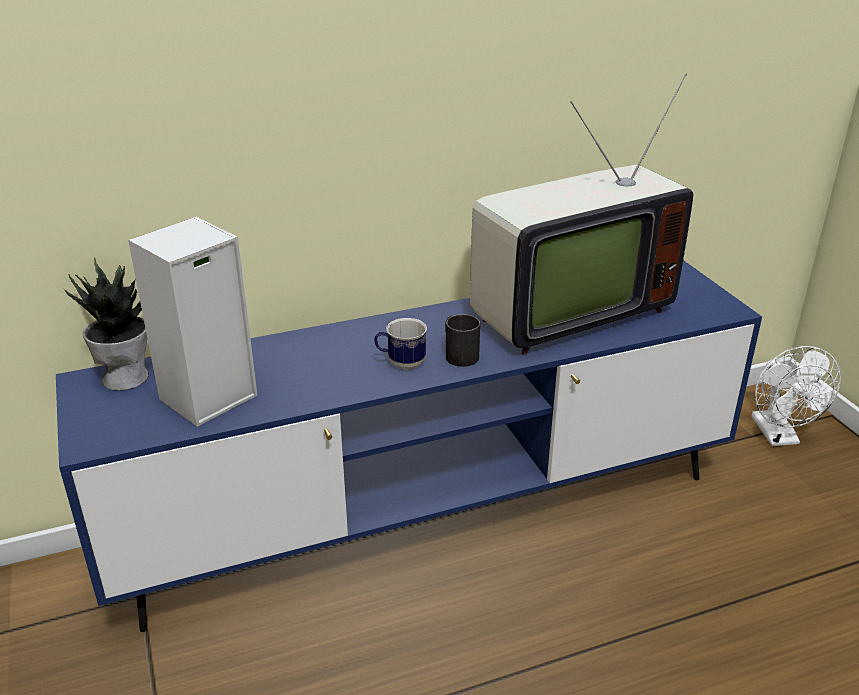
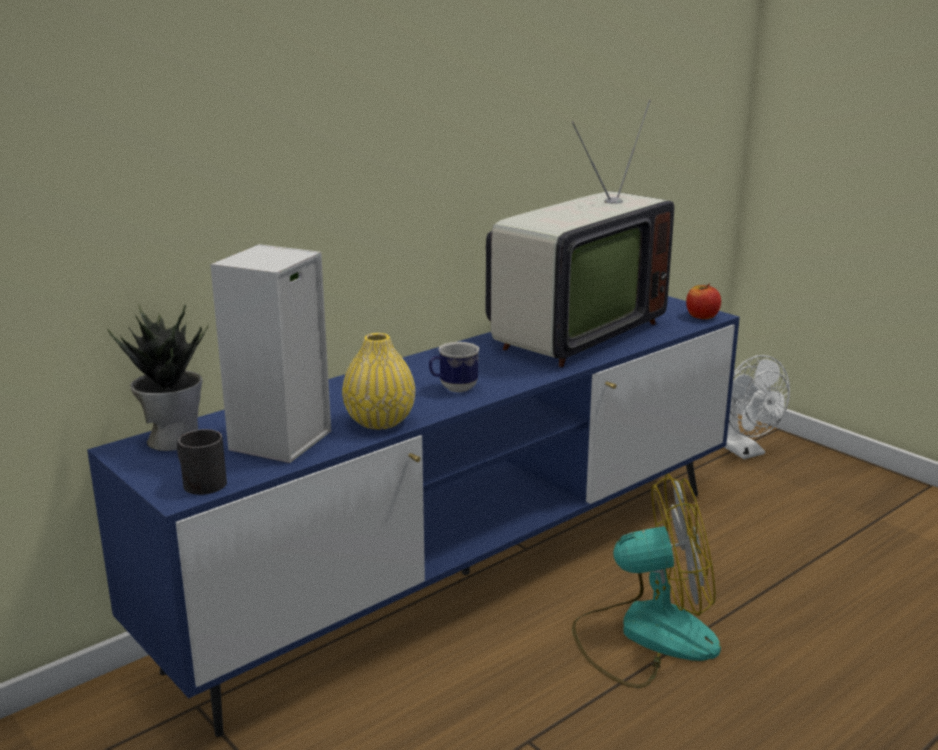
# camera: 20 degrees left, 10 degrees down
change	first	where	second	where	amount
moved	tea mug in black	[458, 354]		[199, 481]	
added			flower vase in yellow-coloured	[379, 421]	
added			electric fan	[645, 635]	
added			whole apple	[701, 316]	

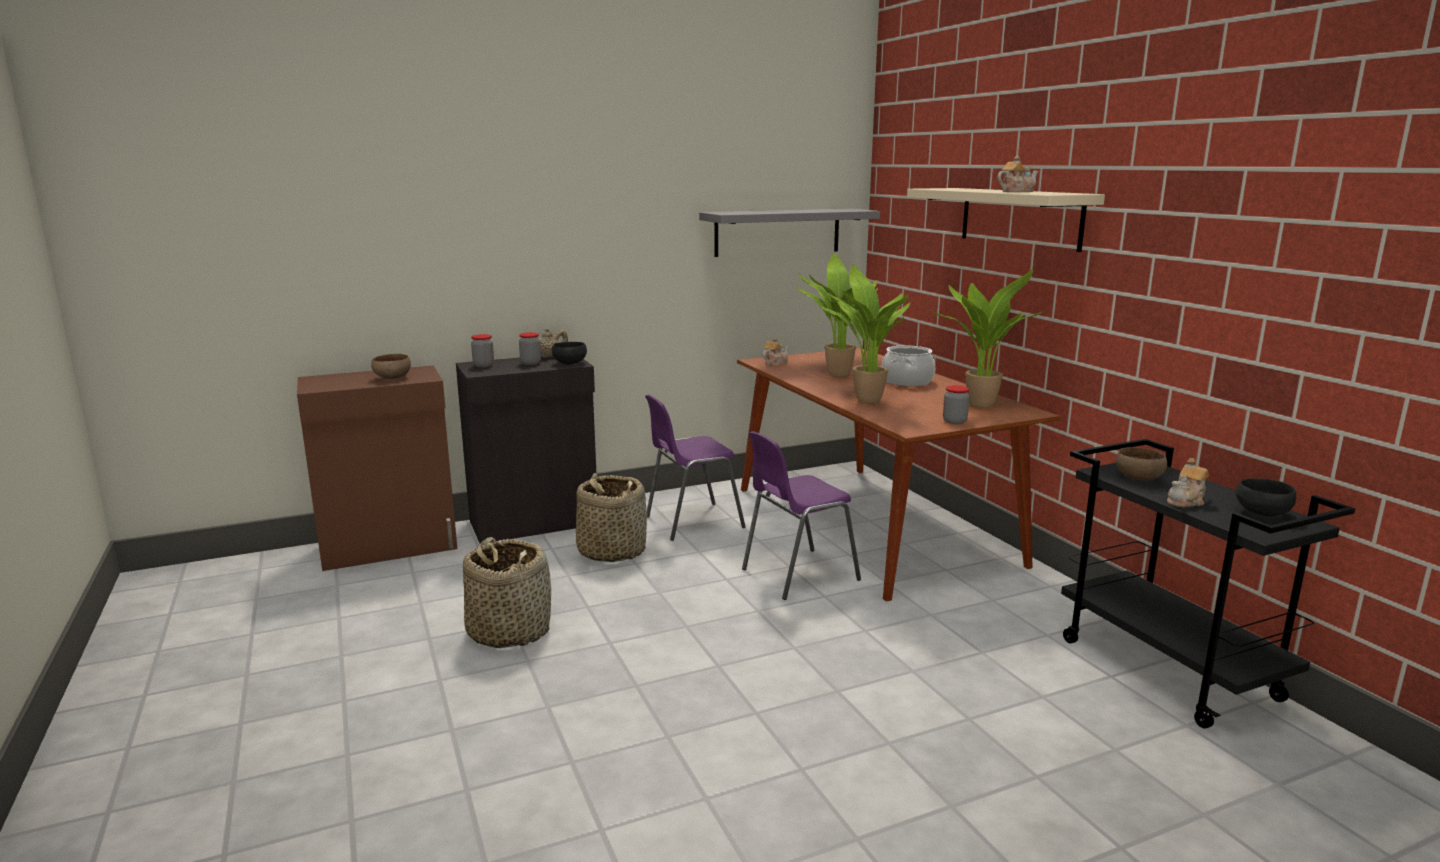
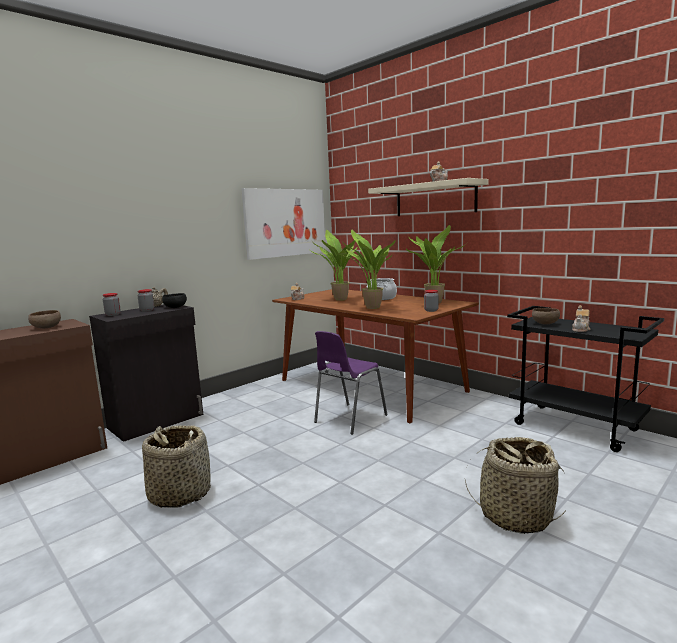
# camera: 20 degrees left, 5 degrees down
change	first	where	second	where	amount
moved	basket	[611, 551]		[515, 516]	
removed	upright chair in purple	[691, 522]			
replaced	bracket shelf in grey	[777, 232]	wall picture	[285, 222]	
removed	serving bowl in black	[1261, 513]			

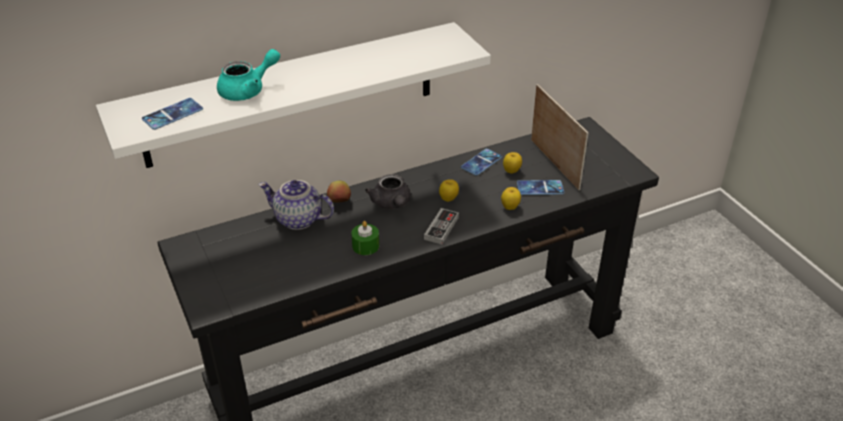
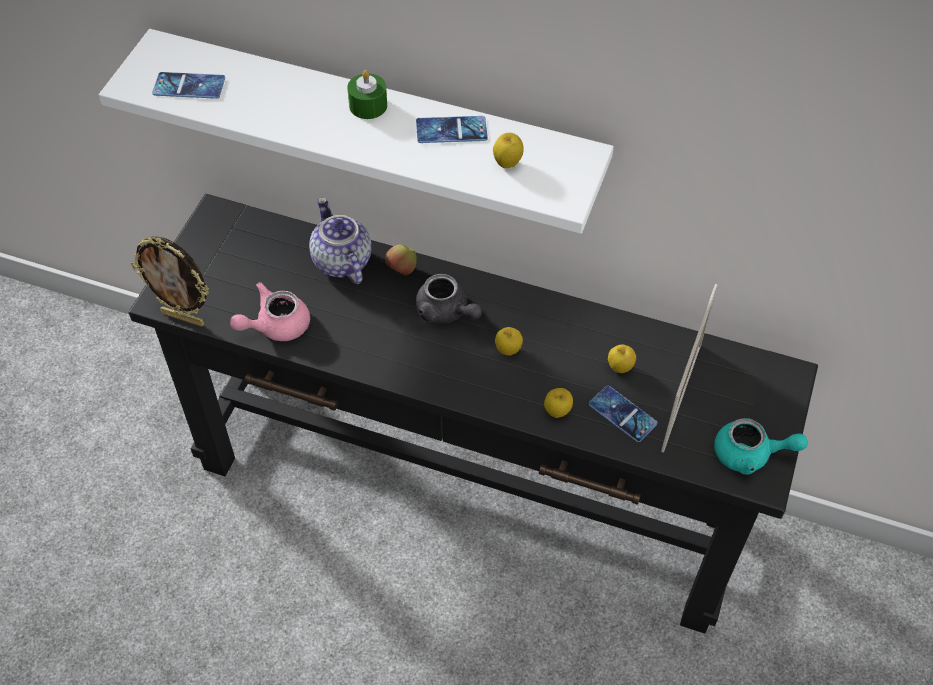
# camera: 45 degrees right, 15 degrees up
change	first	where	second	where	amount
moved	pot for tea in turquoise	[248, 90]		[750, 455]	
moved	wax light in green	[365, 246]		[368, 105]	
turned	pot for tea in grey	[392, 204]		[446, 312]	75 degrees counterclockwise
removed	game controller	[441, 228]			
moved	phone	[481, 162]		[451, 130]	
added			standing frame	[184, 317]	
added			pot for tea in pink-coloured	[275, 326]	
added			whole apple	[507, 163]	

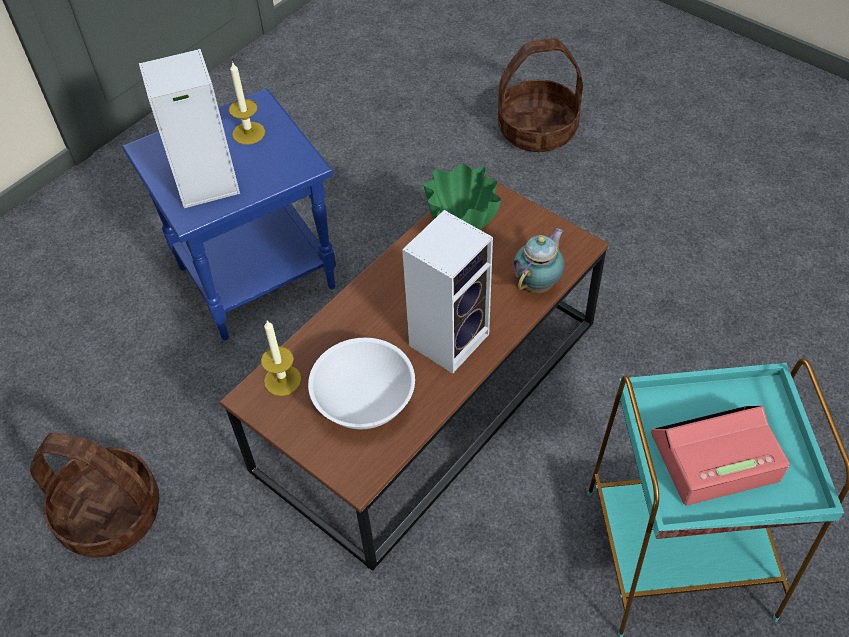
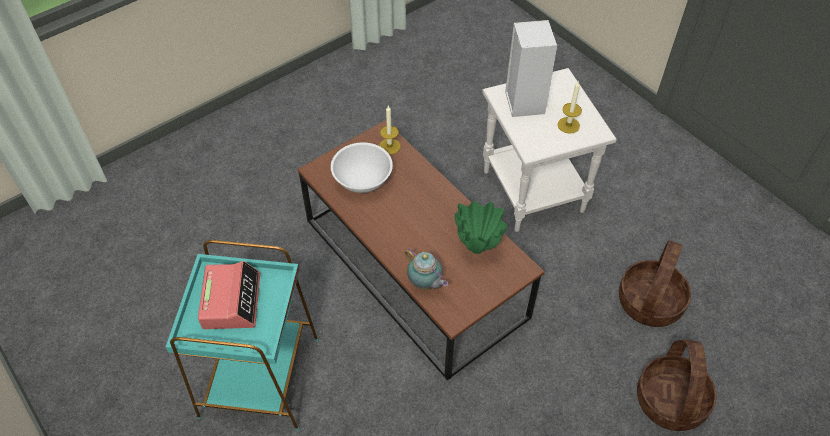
# camera: 100 degrees right, 0 degrees up
change	first	where	second	where	amount
moved	basket	[109, 514]		[649, 301]	
recoloured	accent table in blue	[257, 275]	accent table in whitish	[535, 192]	
removed	speaker	[450, 337]			

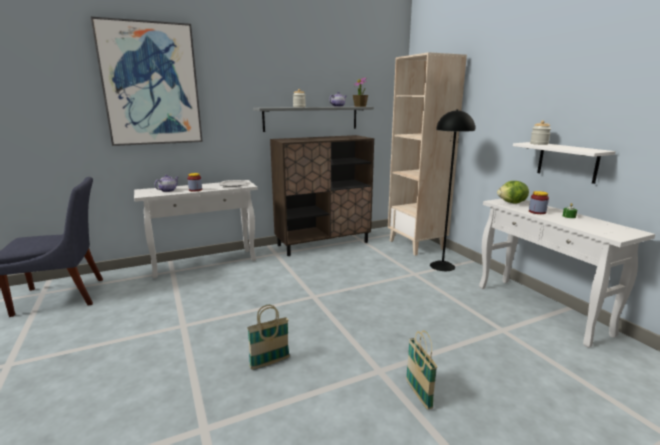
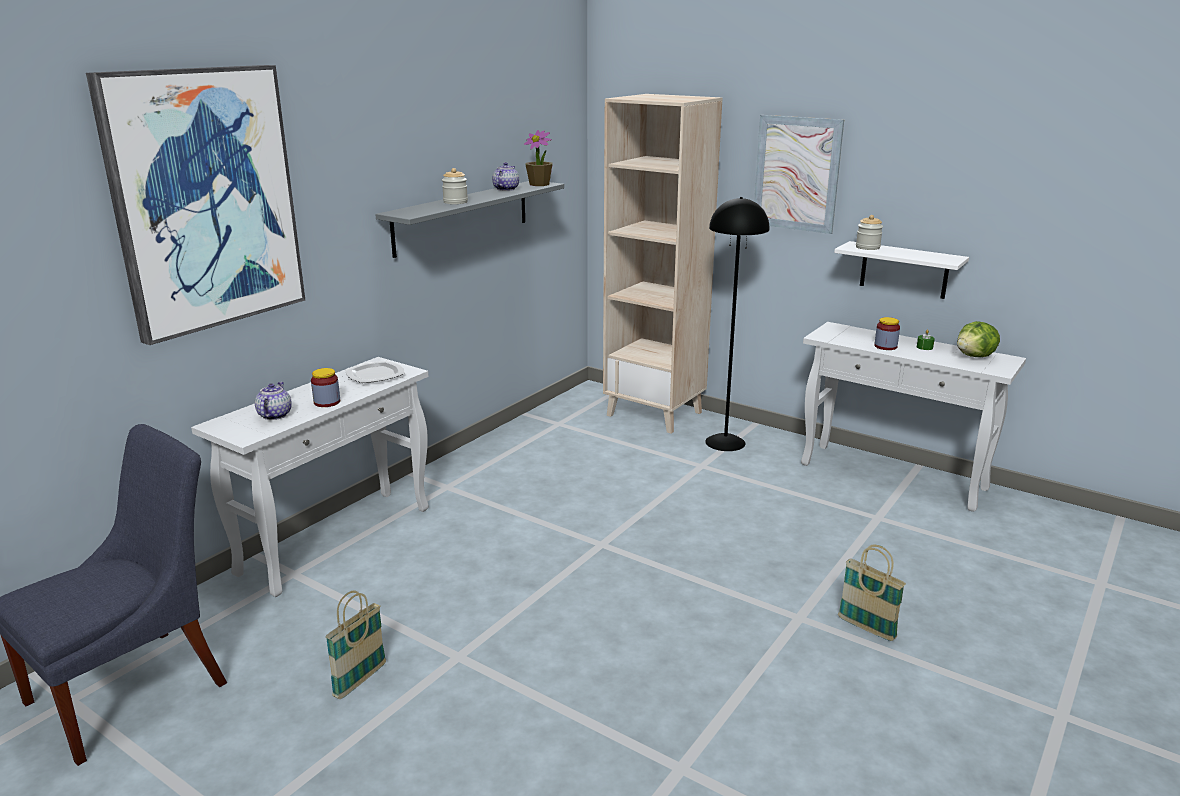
# camera: 30 degrees left, 5 degrees up
change	first	where	second	where	amount
moved	basket	[270, 363]		[360, 680]	
removed	cupboard in brownish	[323, 243]			
moved	head of lettuce	[512, 203]		[975, 356]	
added			wall picture	[796, 174]	

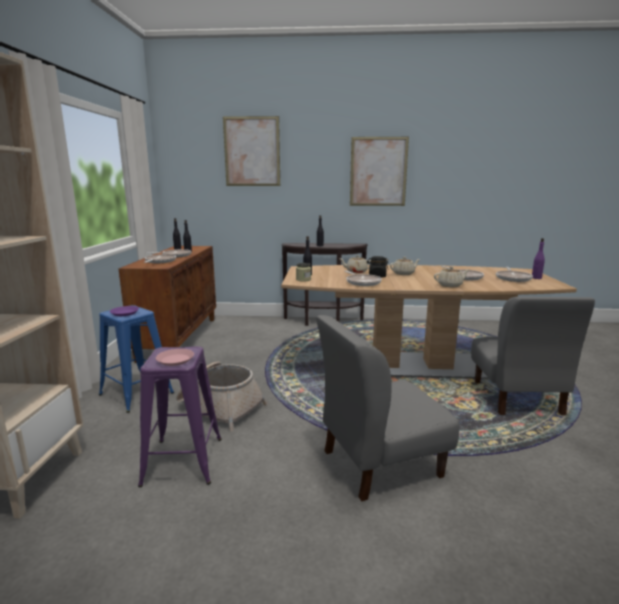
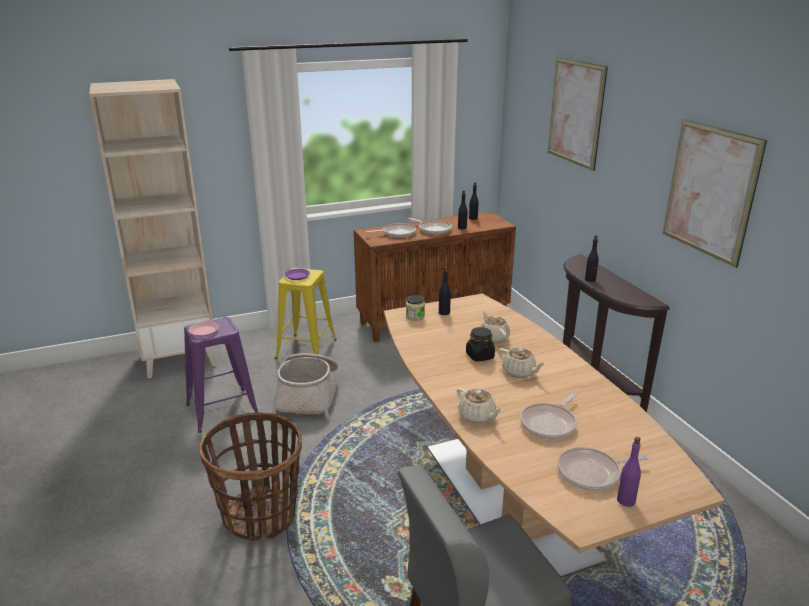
# camera: 65 degrees right, 10 degrees up
change	first	where	second	where	amount
recoloured	stool seat in blue	[136, 394]	stool seat in yellow-coloured	[306, 348]	
replaced	upright chair in grey	[380, 463]	basket	[260, 516]	
removed	frying pan	[362, 282]			

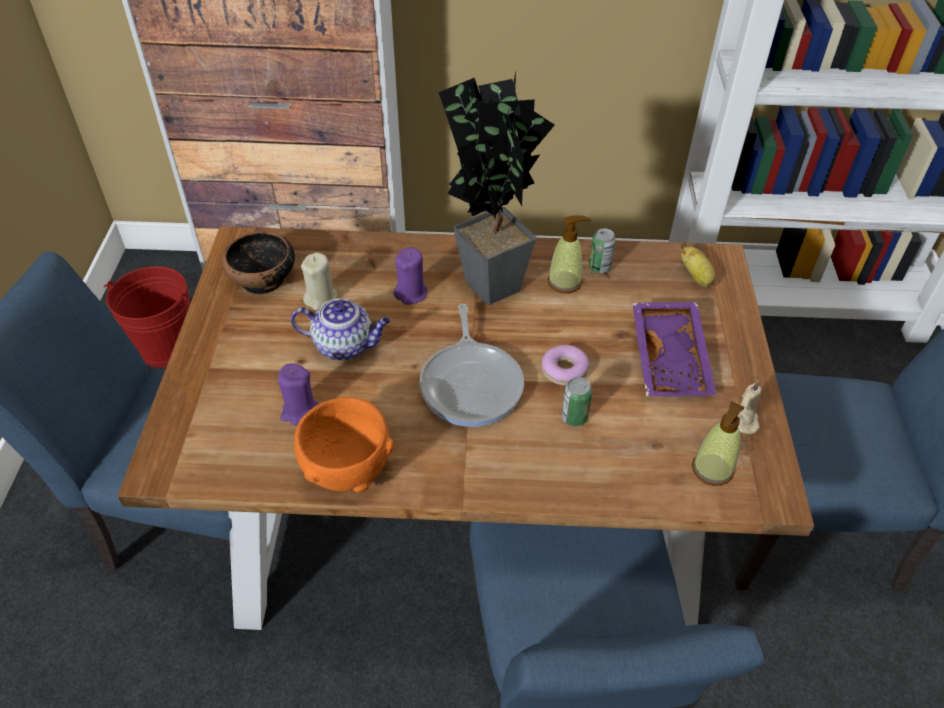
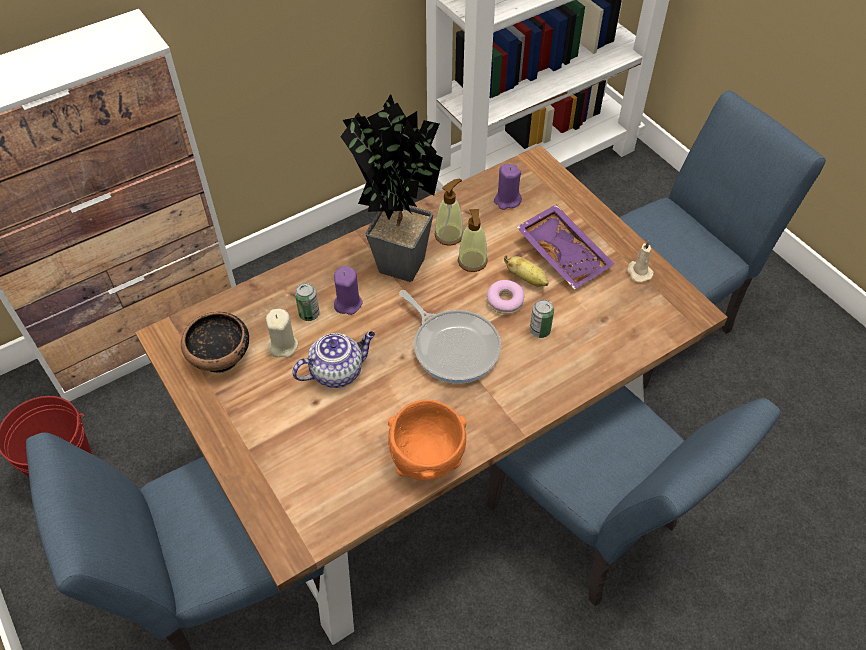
# camera: 35 degrees left, 5 degrees up
change	first	where	second	where	amount
moved	wax light in purple	[300, 412]		[507, 200]	
moved	metal can	[599, 267]		[309, 314]	
moved	banana	[696, 277]		[527, 279]	
moved	soap dispenser	[712, 469]		[472, 261]	

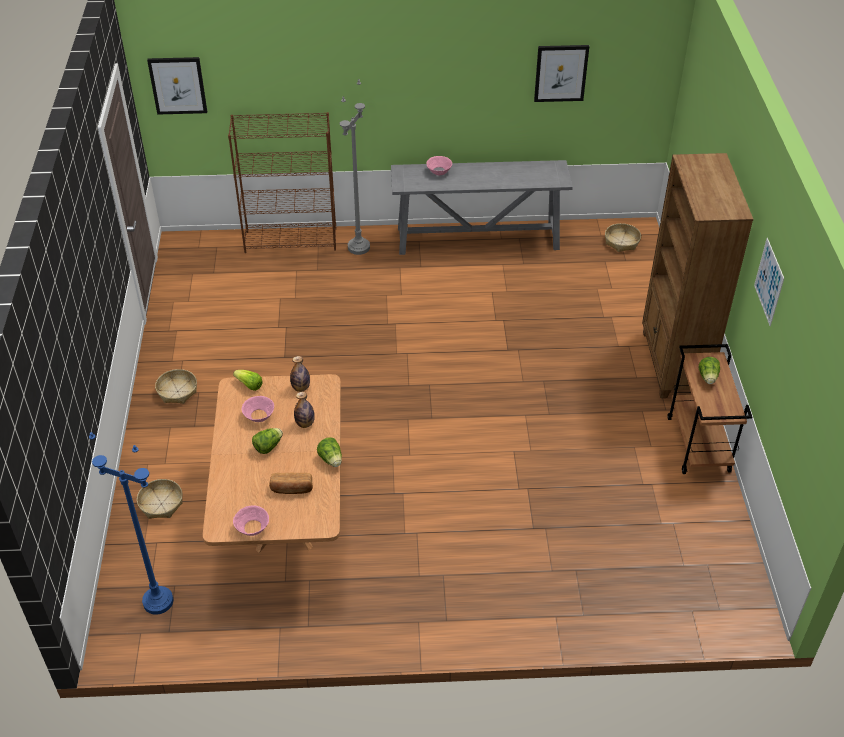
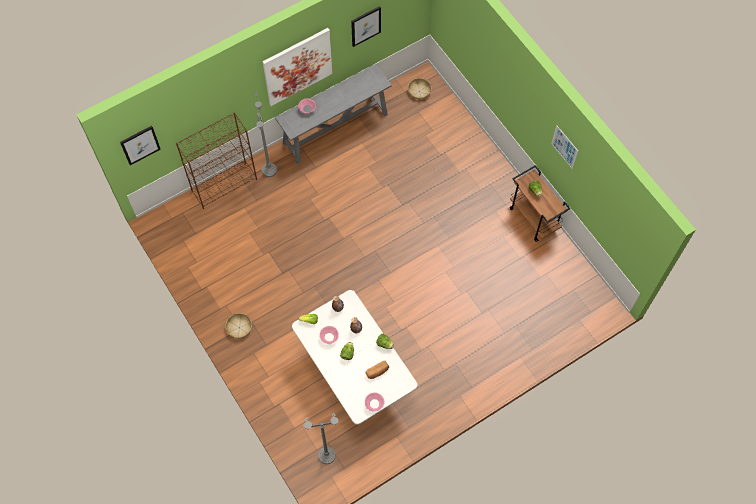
# camera: 30 degrees left, 20 degrees up
change	first	where	second	where	amount
recoloured	floor lamp in blue	[158, 601]	floor lamp in grey	[327, 455]	
removed	basket	[161, 504]			
recoloured	dinner table in brownish	[285, 517]	dinner table in whitish	[355, 374]	
removed	bookcase in brownish	[673, 364]			
added			wall picture	[297, 66]	

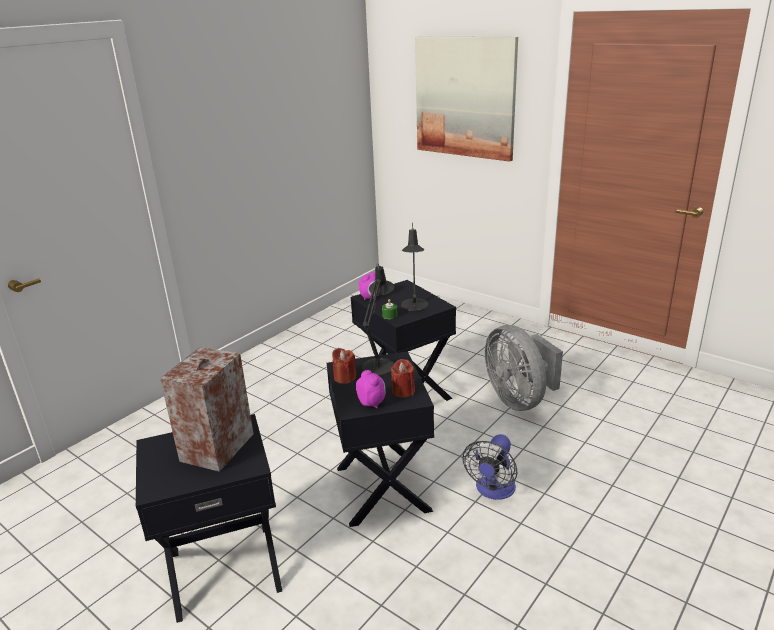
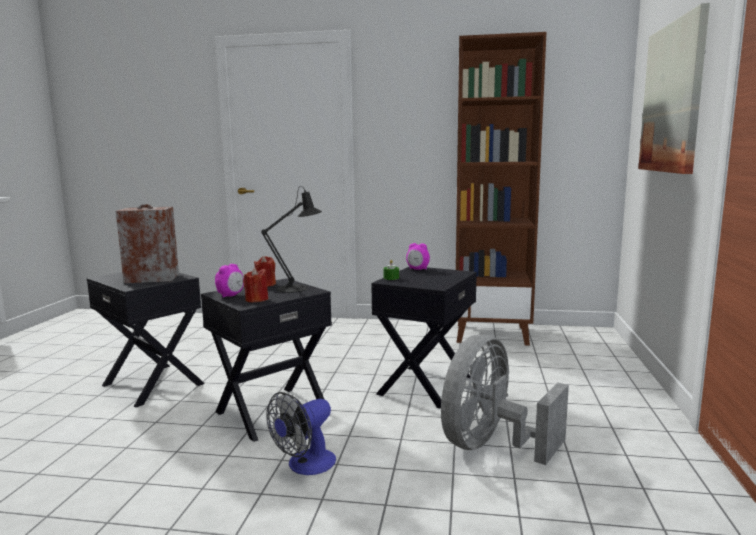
# camera: 60 degrees right, 15 degrees down
change	first	where	second	where	amount
removed	lamp for a table in black	[414, 306]			
turned	electric fan	[493, 490]		[305, 466]	45 degrees counterclockwise
added			bookcase in brownish	[492, 334]	

